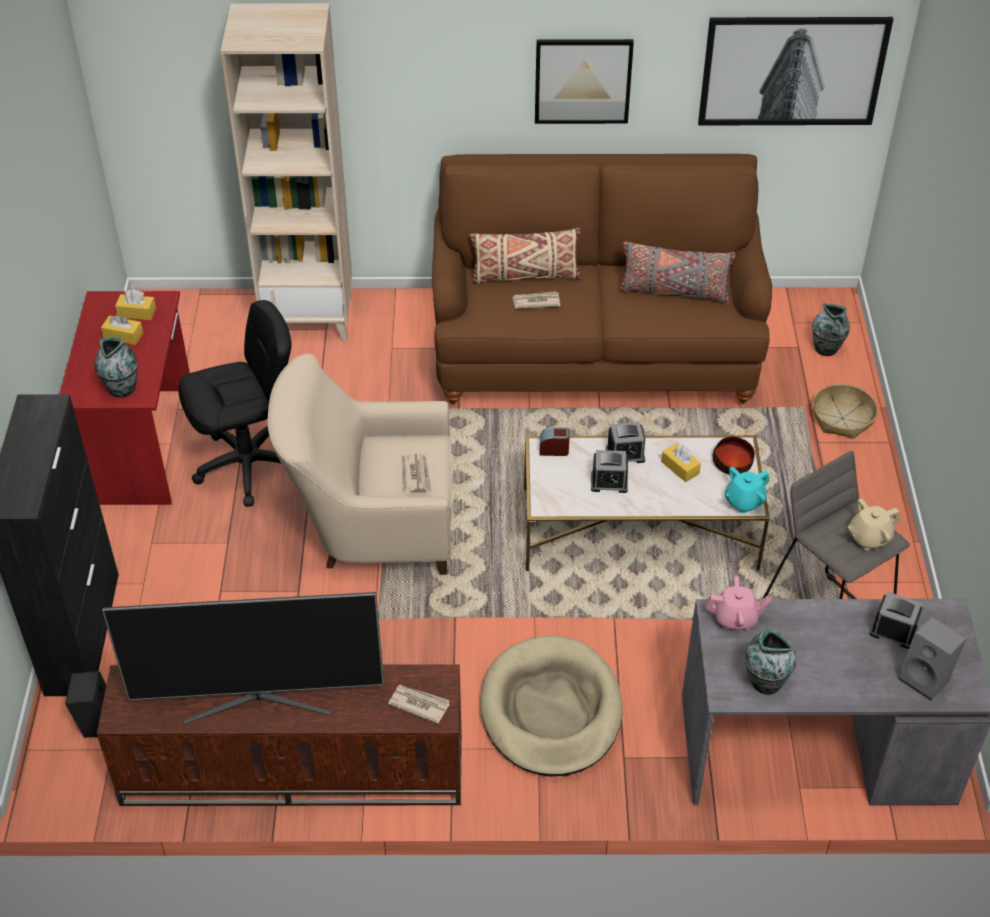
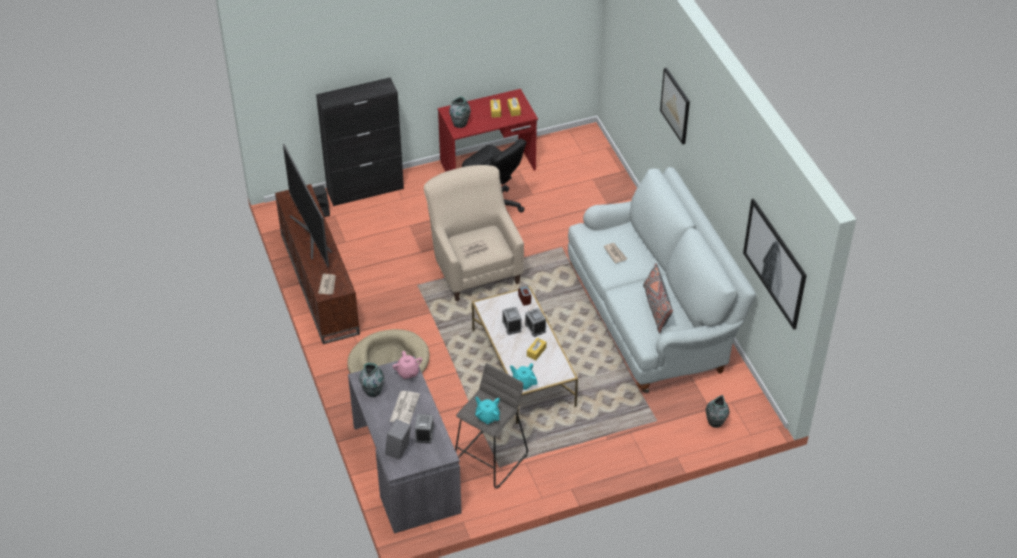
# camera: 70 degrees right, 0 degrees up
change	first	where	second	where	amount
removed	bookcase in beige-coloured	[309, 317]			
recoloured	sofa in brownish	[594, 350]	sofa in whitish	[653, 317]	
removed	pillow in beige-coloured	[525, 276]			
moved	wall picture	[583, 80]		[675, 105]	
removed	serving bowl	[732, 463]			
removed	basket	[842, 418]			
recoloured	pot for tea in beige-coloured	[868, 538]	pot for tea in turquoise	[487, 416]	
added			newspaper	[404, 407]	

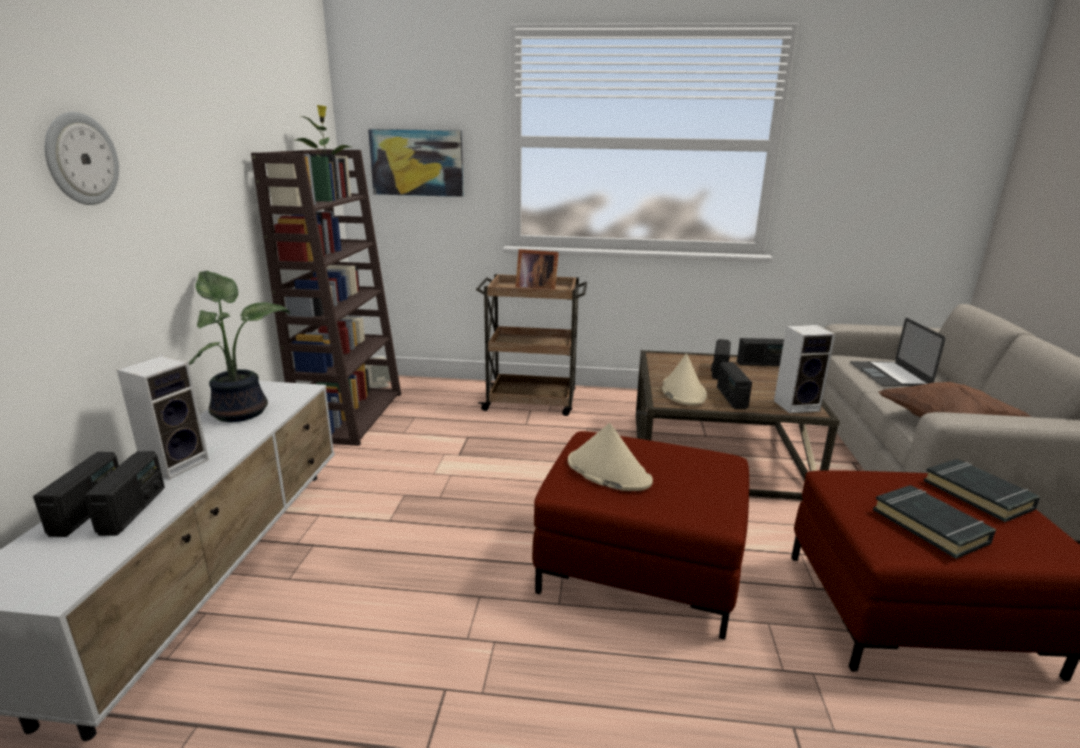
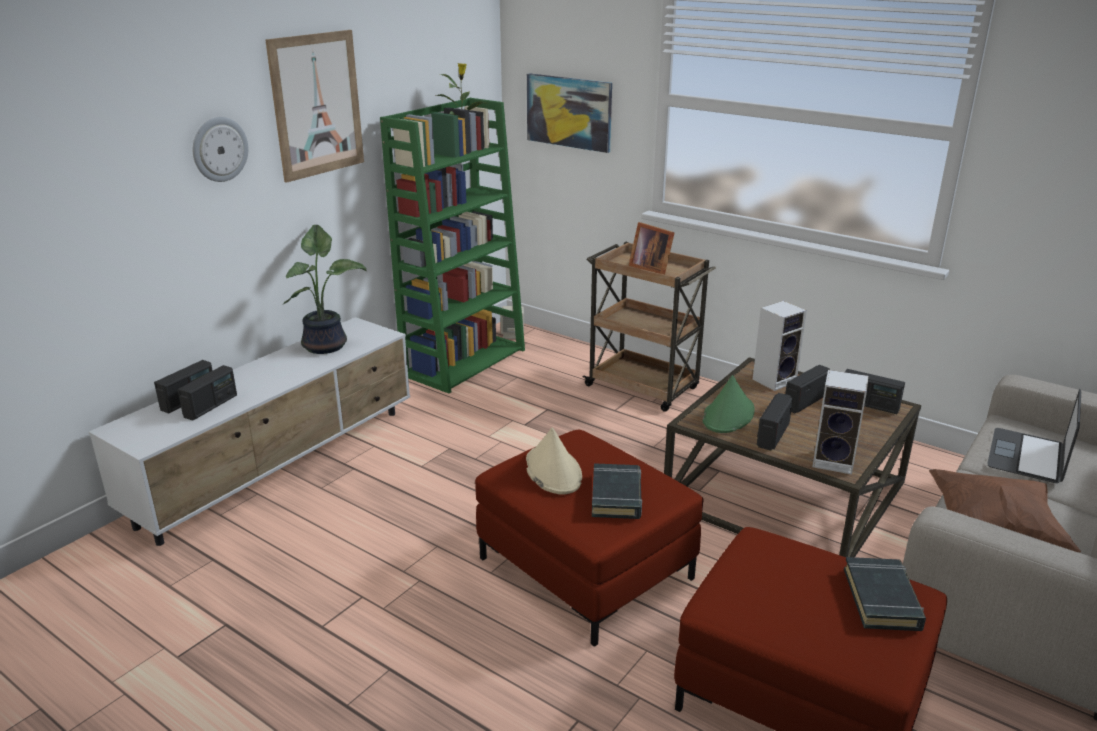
# camera: 30 degrees right, 5 degrees up
change	first	where	second	where	amount
moved	speaker	[177, 463]		[775, 380]	
recoloured	bookcase in brownish	[351, 415]	bookcase in green	[464, 361]	
recoloured	hat in beige-coloured	[683, 391]	hat in green	[728, 415]	
moved	volume in black	[930, 526]		[616, 496]	
added			wall picture	[317, 105]	

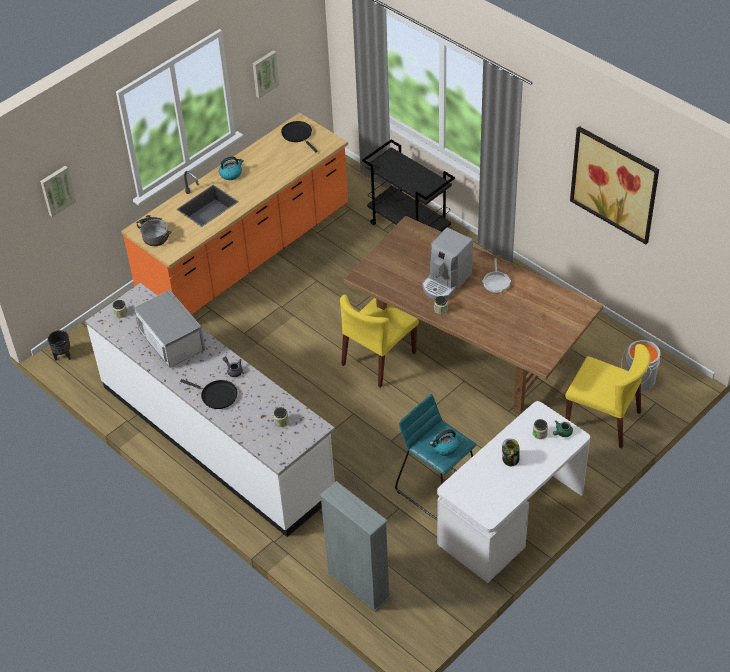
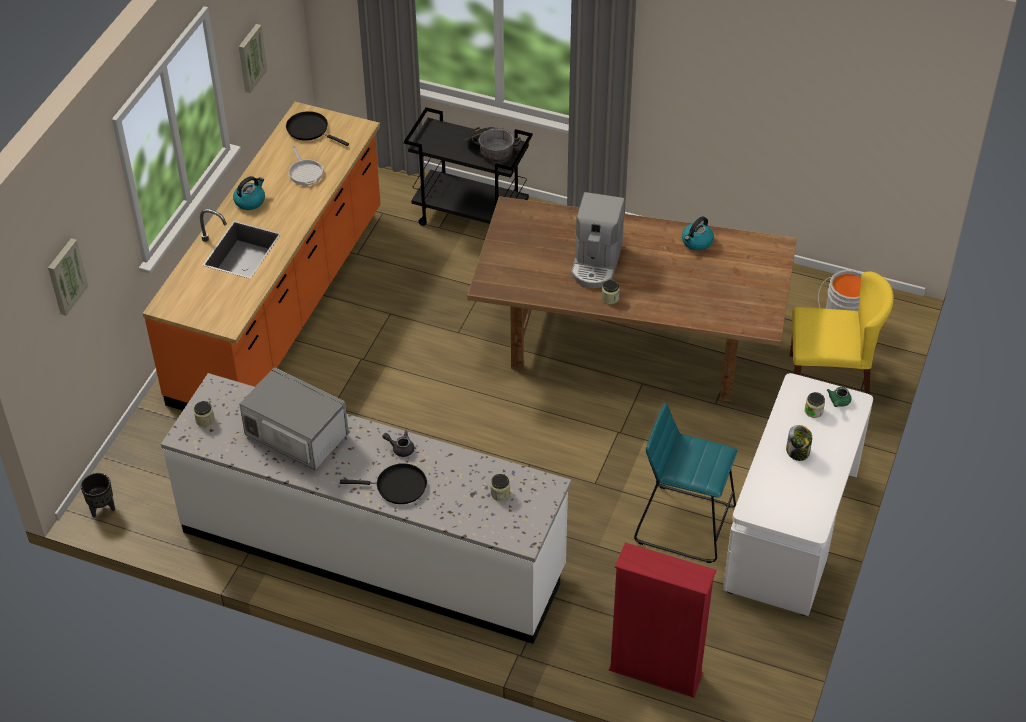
# camera: 25 degrees left, 0 degrees up
change	first	where	second	where	amount
moved	cooking pot	[154, 234]		[490, 149]	
recoloured	bookcase in grey	[358, 585]	bookcase in reddish	[655, 672]	
removed	upright chair in yellow-coloured	[378, 359]			
moved	kettle	[444, 447]		[696, 242]	
moved	frying pan	[496, 282]		[305, 172]	
removed	wall picture	[614, 184]			

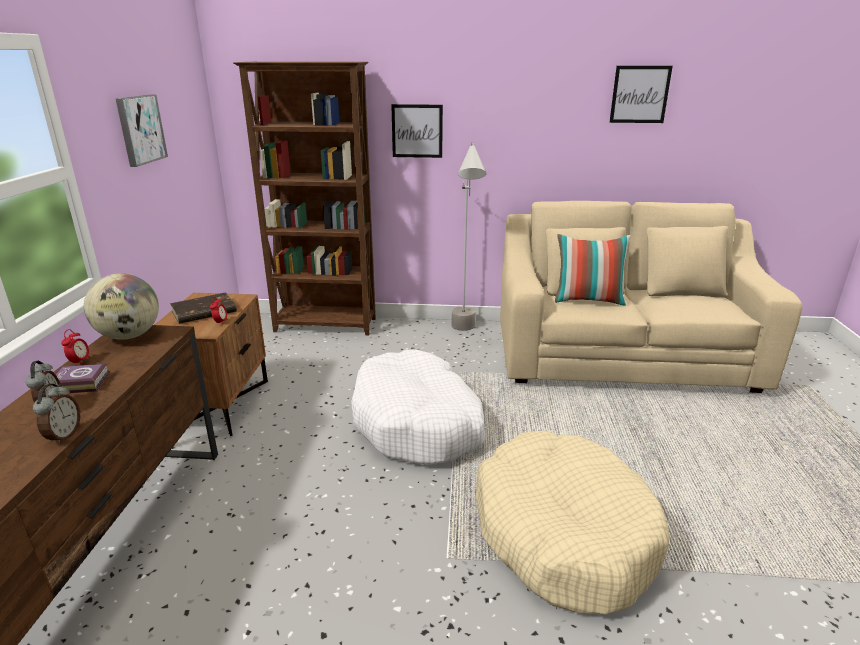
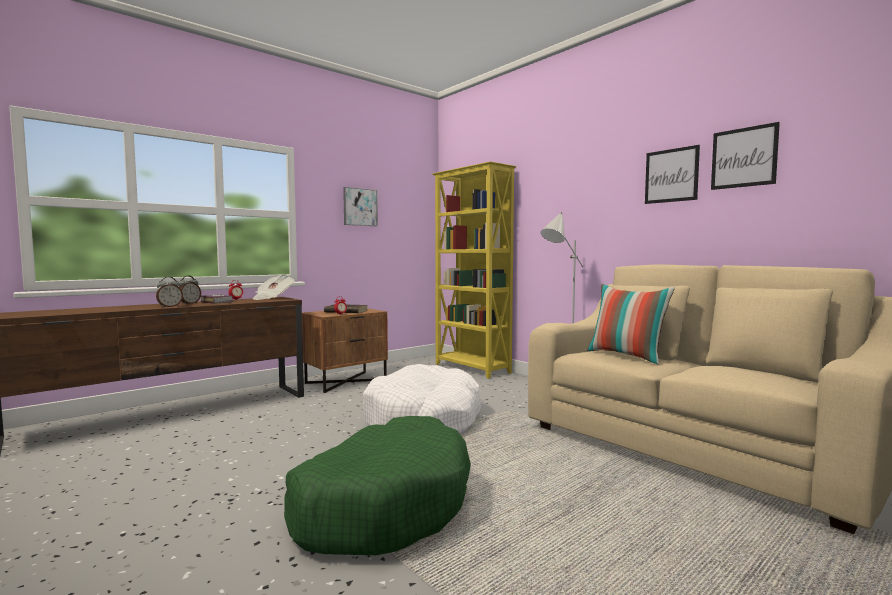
# camera: 45 degrees right, 20 degrees down
change	first	where	second	where	amount
replaced	globe	[129, 336]	newspaper	[272, 298]	
recoloured	bookcase in brownish	[326, 325]	bookcase in yellow-coloured	[472, 368]	
moved	wall picture	[417, 131]		[671, 175]	
recoloured	dog cushion in beige-coloured	[562, 533]	dog cushion in green	[382, 504]	

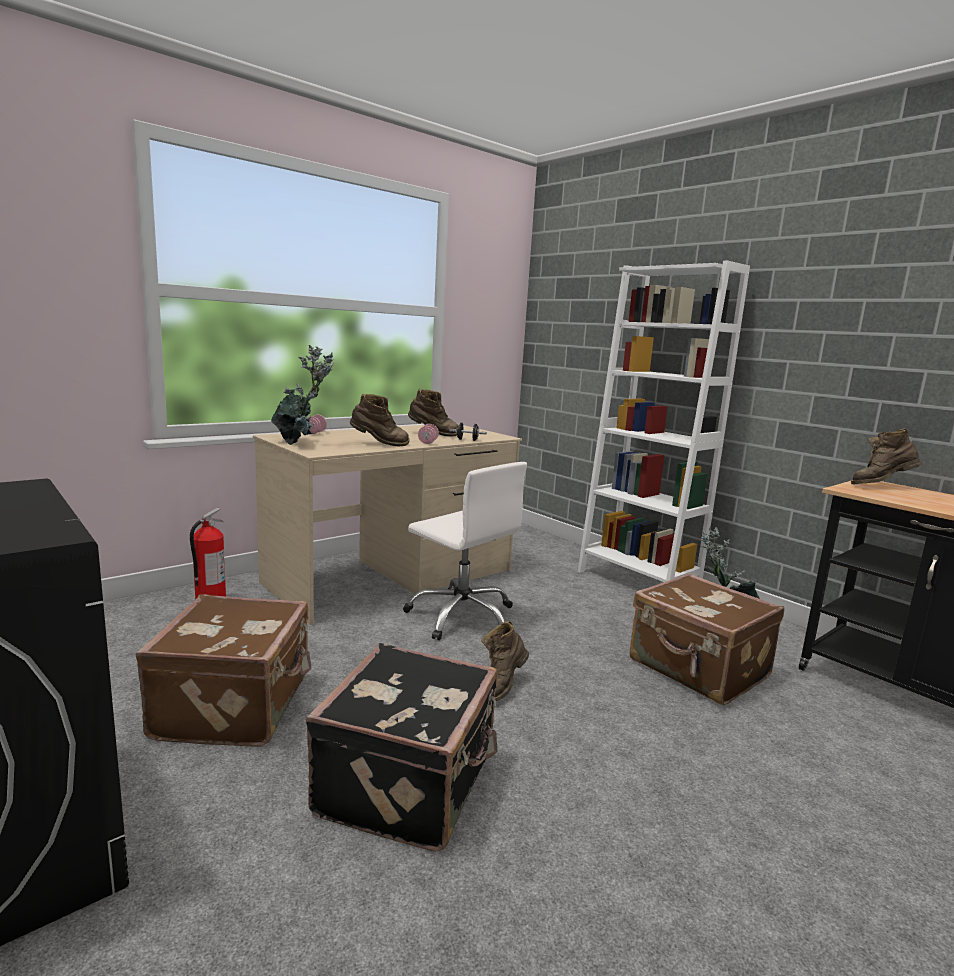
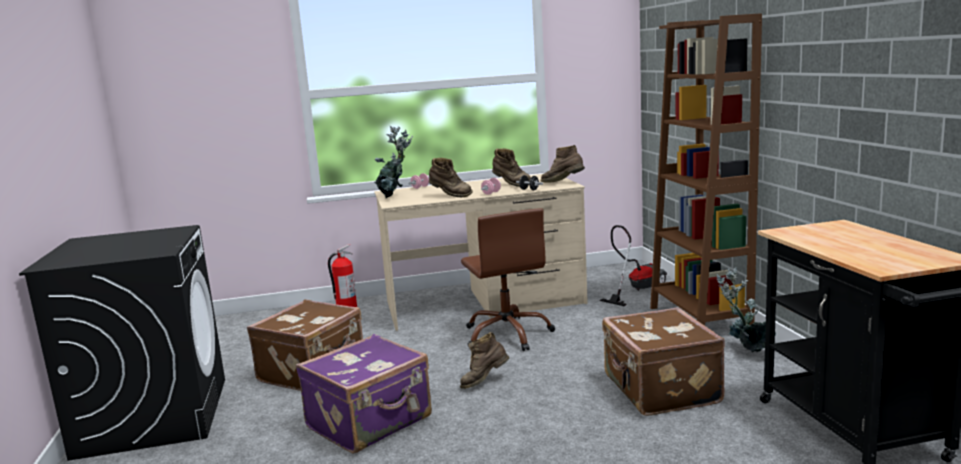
# camera: 30 degrees right, 0 degrees up
change	first	where	second	where	amount
recoloured	suitcase in black	[410, 784]	suitcase in purple	[371, 423]	
recoloured	desk chair in whitish	[462, 616]	desk chair in brownish	[508, 334]	
recoloured	bookcase in whitish	[637, 581]	bookcase in brownish	[699, 320]	
moved	high-top boot in brownish	[881, 486]		[563, 183]	
added			vacuum	[636, 289]	

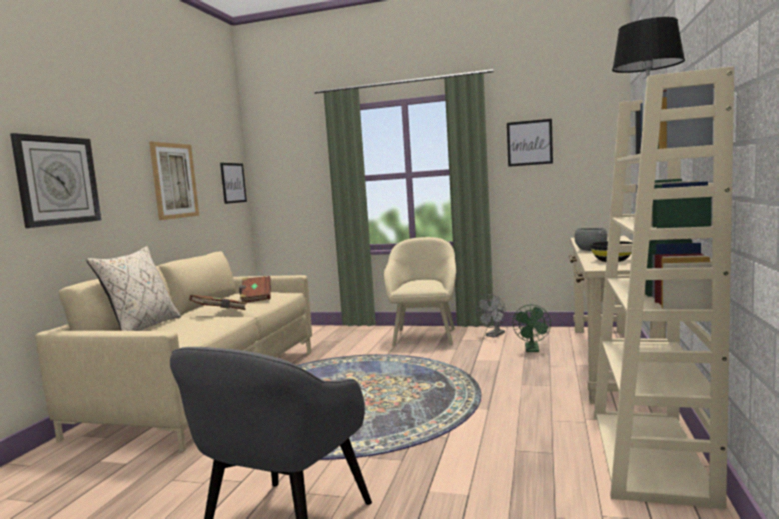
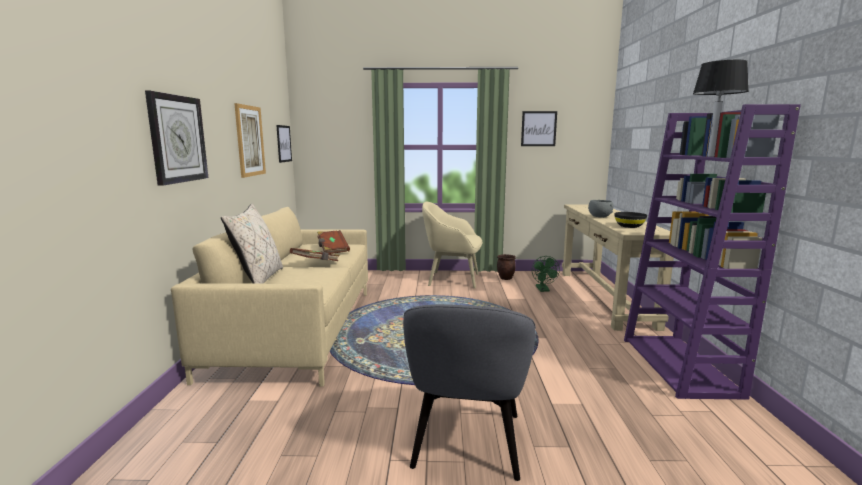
# camera: 15 degrees left, 5 degrees up
change	first	where	second	where	amount
turned	lounge chair in beige-coloured	[425, 336]		[452, 279]	75 degrees counterclockwise
replaced	electric fan in grey	[493, 335]	planter in brownish	[506, 278]	
recoloured	bookcase in beige-coloured	[651, 456]	bookcase in purple	[680, 367]	

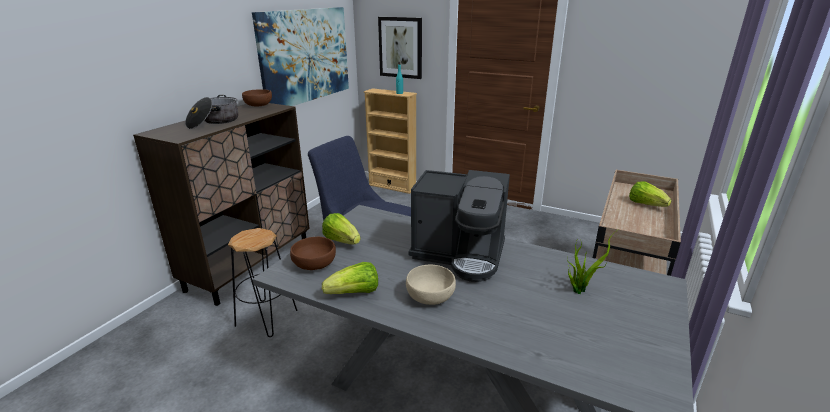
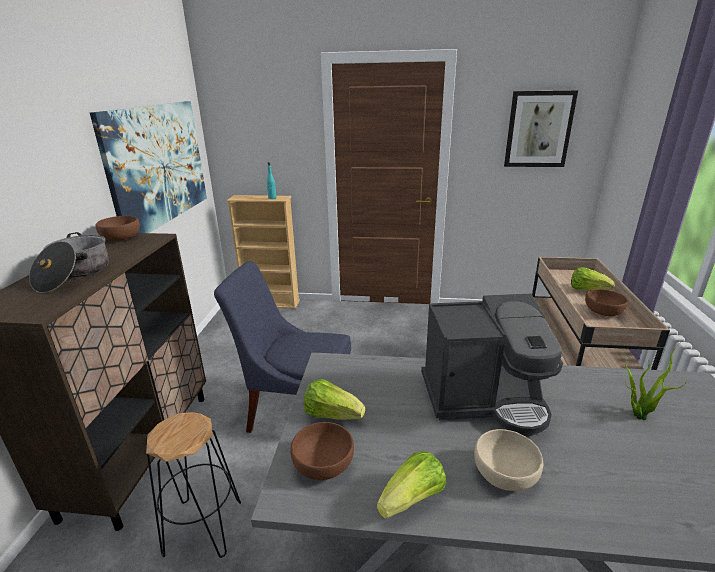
# camera: 20 degrees left, 0 degrees up
change	first	where	second	where	amount
moved	wall picture	[400, 47]		[538, 129]	
added			serving bowl in brownish	[603, 312]	

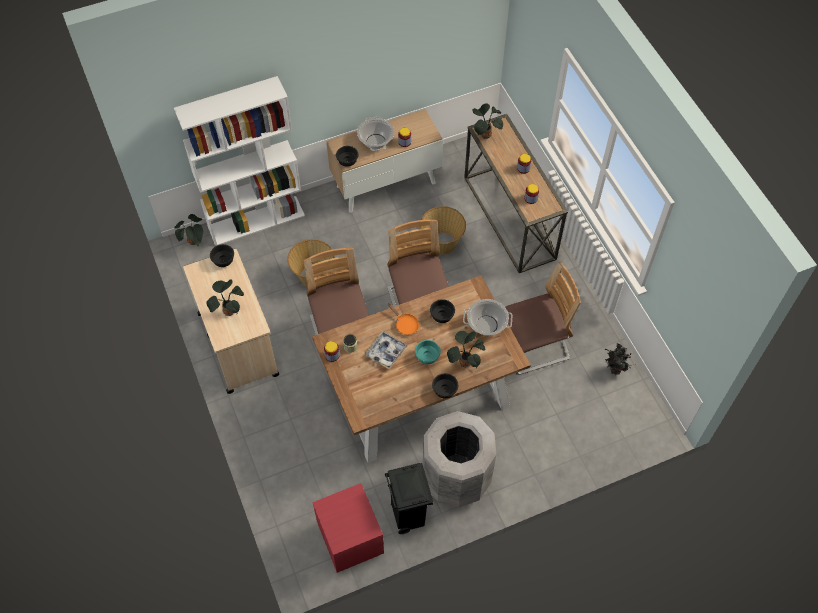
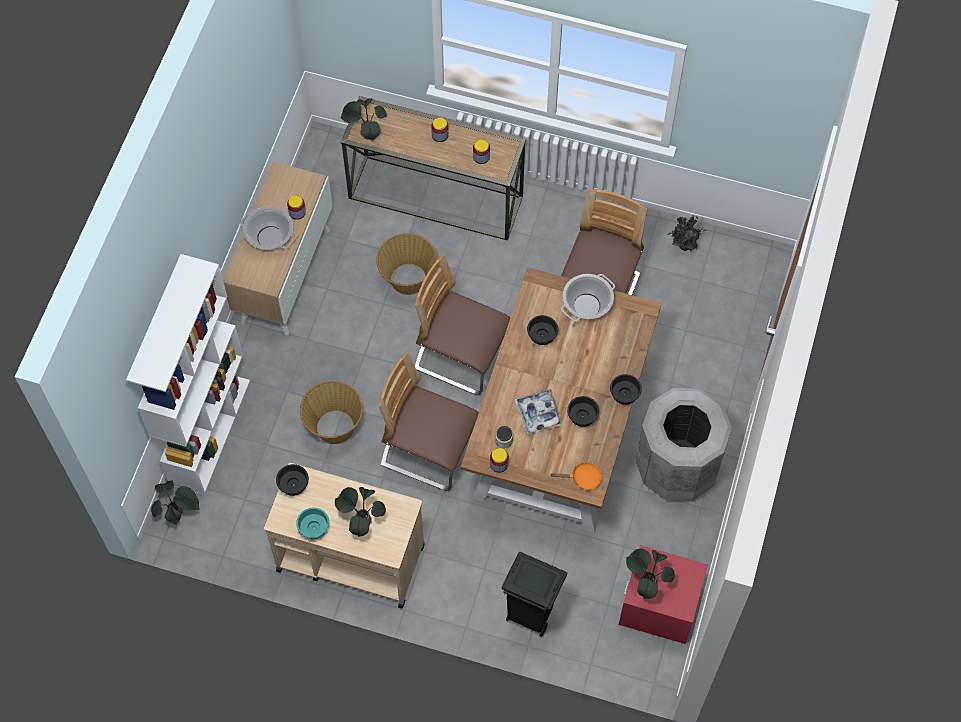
# camera: 50 degrees left, 5 degrees up
change	first	where	second	where	amount
moved	serving bowl in black	[347, 160]		[581, 416]	
moved	waste bin in black	[408, 516]		[530, 614]	
moved	frying pan in orange-coloured	[405, 324]		[582, 478]	
moved	serving bowl in turquoise	[426, 356]		[313, 528]	
moved	potted plant	[465, 361]		[646, 582]	

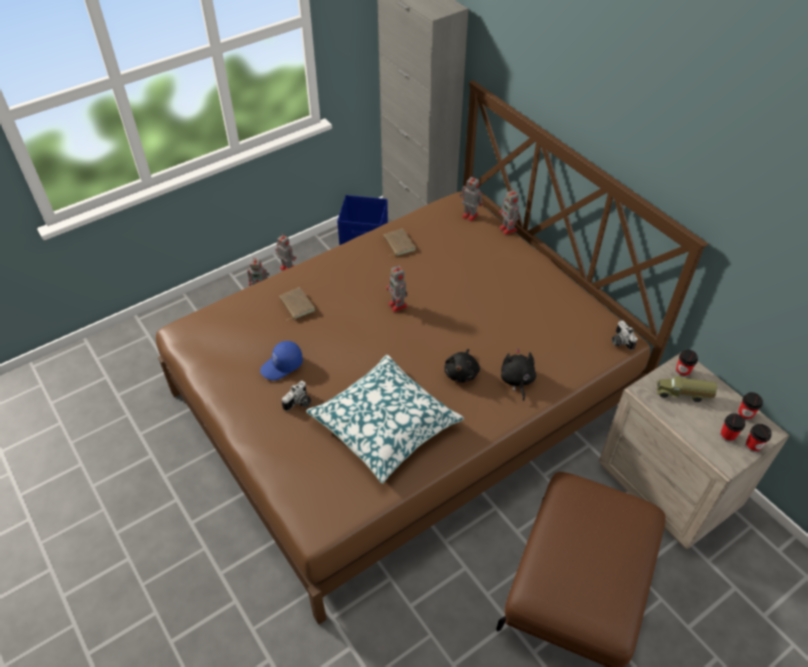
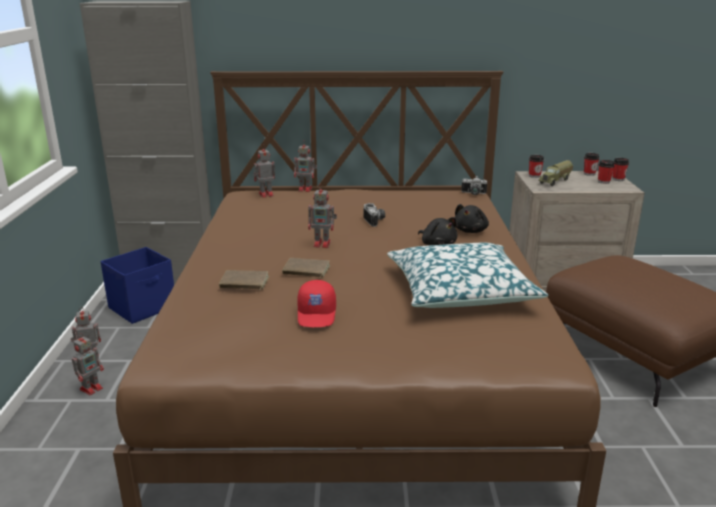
# camera: 55 degrees left, 25 degrees down
change	first	where	second	where	amount
recoloured	peaked cap in blue	[282, 366]	peaked cap in reddish	[317, 315]	
moved	still camera	[299, 403]		[375, 221]	
moved	volume in brownish	[398, 244]		[306, 271]	
turned	cuddly toy in black	[517, 380]		[471, 231]	90 degrees counterclockwise

